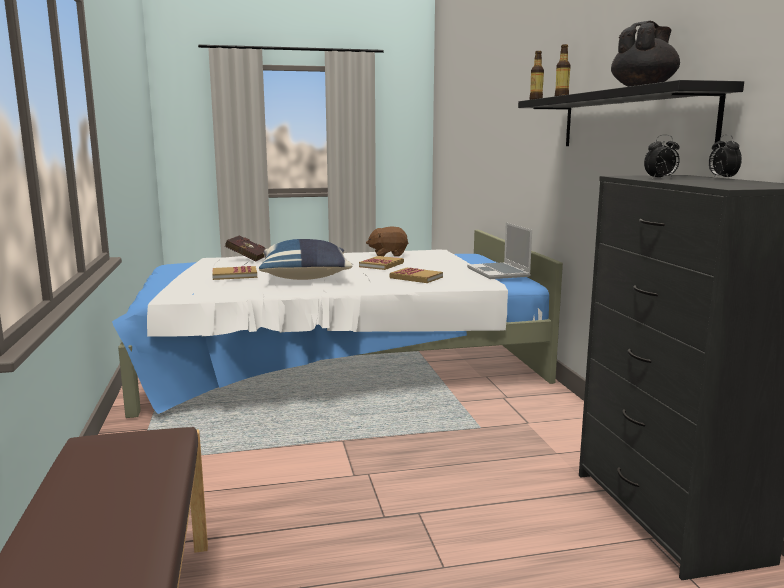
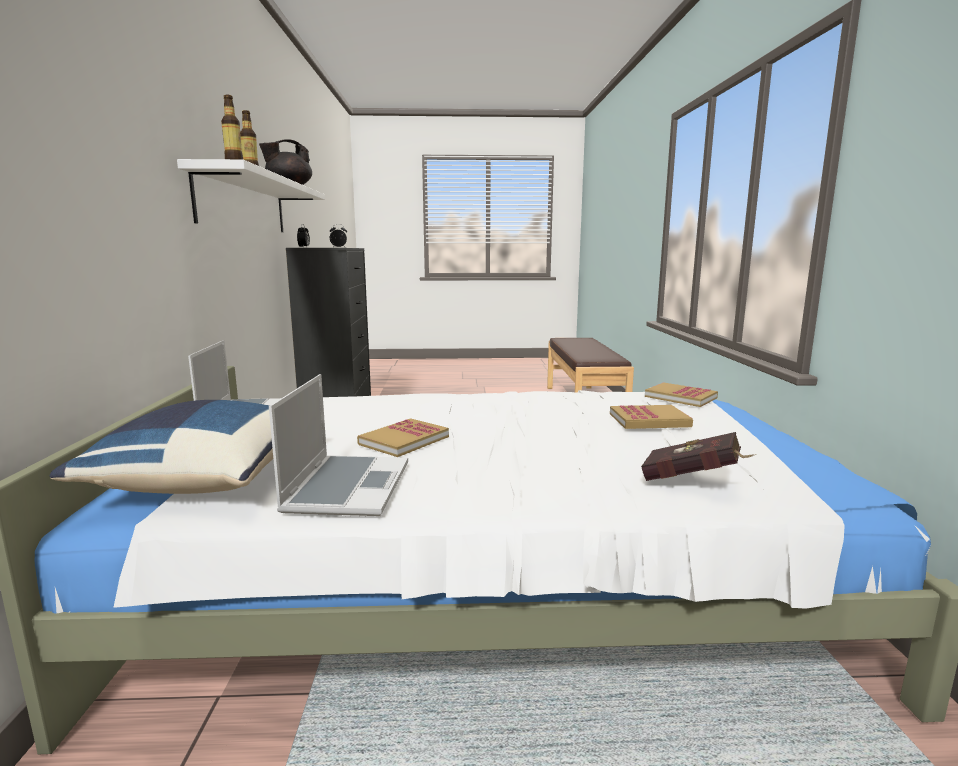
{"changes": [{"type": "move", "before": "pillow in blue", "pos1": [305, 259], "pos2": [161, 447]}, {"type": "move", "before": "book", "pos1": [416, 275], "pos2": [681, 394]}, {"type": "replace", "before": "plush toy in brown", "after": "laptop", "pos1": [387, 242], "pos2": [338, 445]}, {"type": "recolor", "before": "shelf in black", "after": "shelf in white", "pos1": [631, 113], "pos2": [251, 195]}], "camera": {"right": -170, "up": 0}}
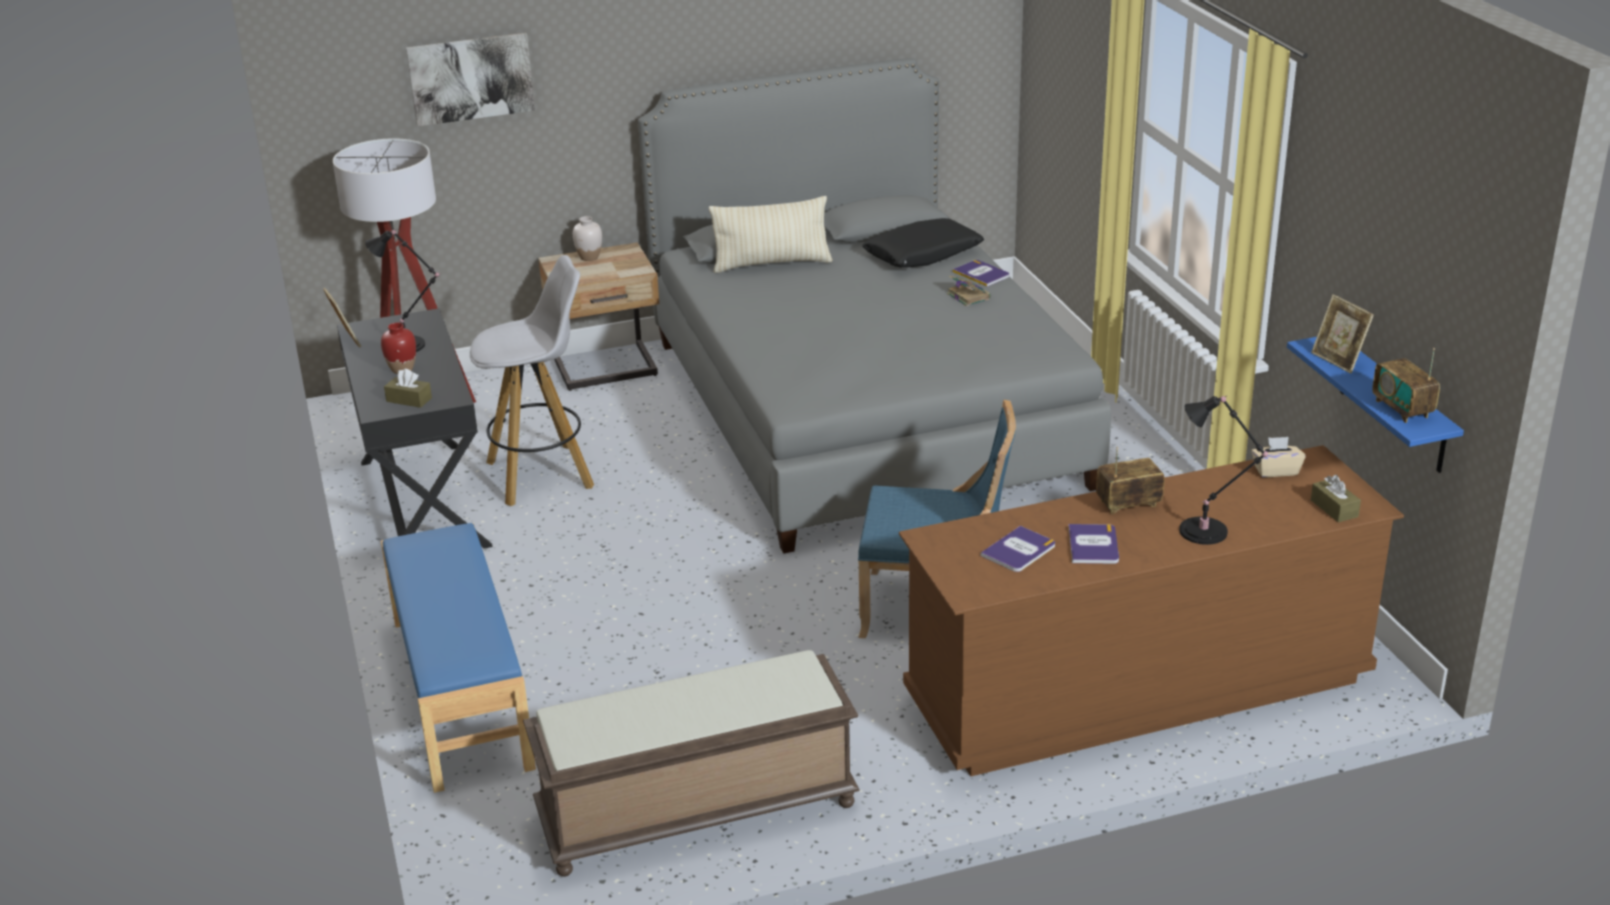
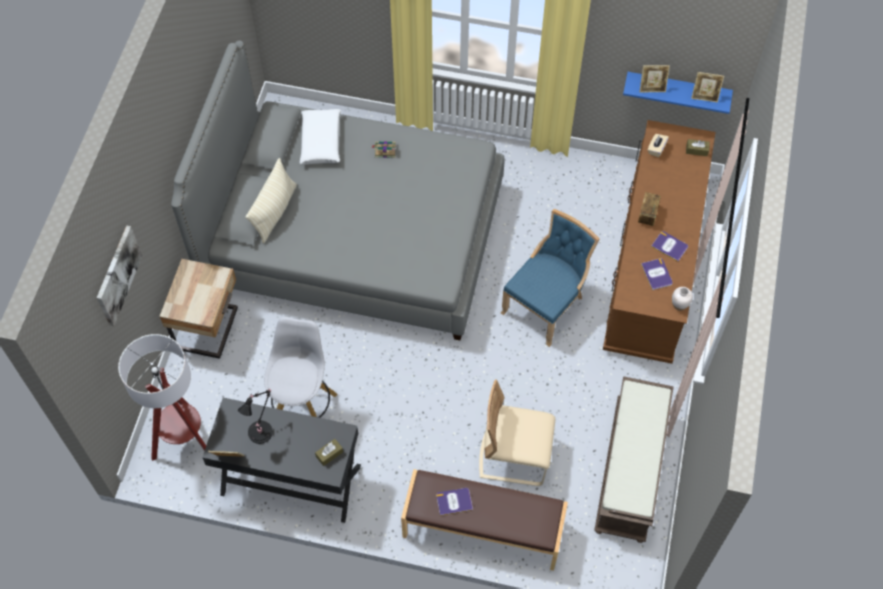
{"changes": [{"type": "delete", "before": "vase in red", "pos1": [398, 348]}, {"type": "delete", "before": "table lamp in black", "pos1": [1224, 470]}, {"type": "insert", "after": "chair in beige", "pos2": [517, 433]}, {"type": "move", "before": "vase in white", "pos1": [587, 238], "pos2": [682, 299]}, {"type": "move", "before": "book", "pos1": [981, 273], "pos2": [455, 502]}, {"type": "replace", "before": "radio", "after": "picture frame", "pos1": [1406, 385], "pos2": [707, 87]}, {"type": "recolor", "before": "bench in blue", "after": "bench in brown", "pos1": [458, 658], "pos2": [484, 520]}, {"type": "recolor", "before": "pillow in black", "after": "pillow in white", "pos1": [923, 243], "pos2": [320, 136]}], "camera": {"right": -60, "up": 30}}
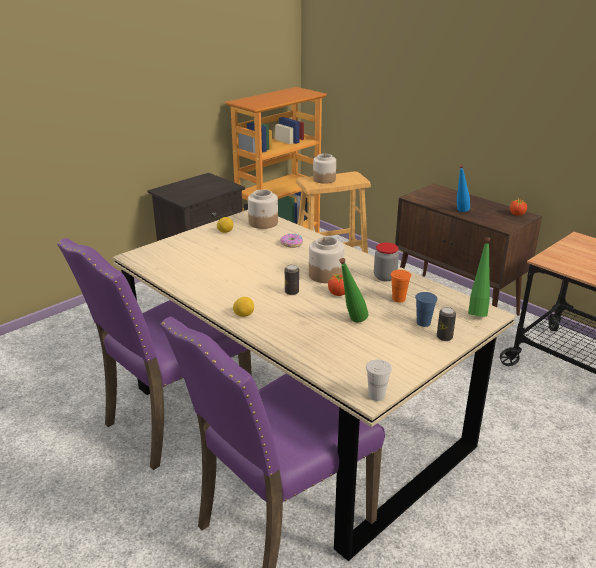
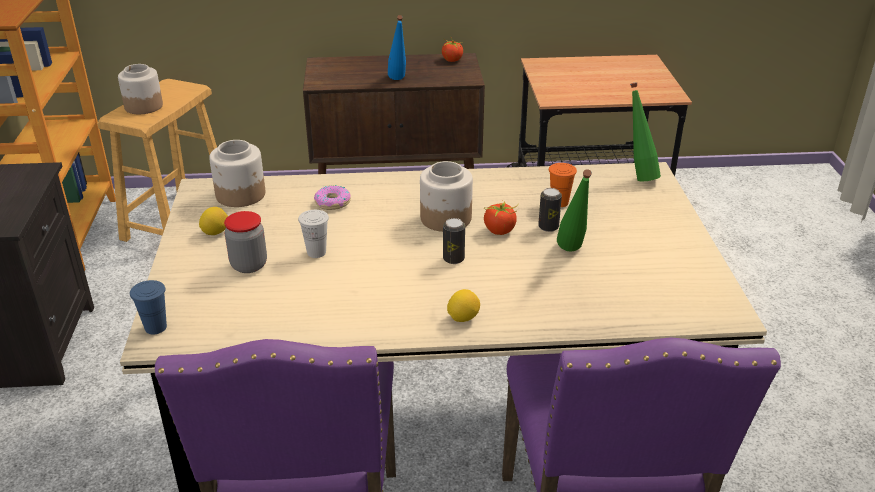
{"changes": [{"type": "move", "before": "cup in white", "pos1": [379, 380], "pos2": [313, 234]}, {"type": "move", "before": "jar", "pos1": [386, 262], "pos2": [245, 242]}, {"type": "move", "before": "cup in blue", "pos1": [426, 309], "pos2": [148, 307]}, {"type": "move", "before": "can", "pos1": [446, 324], "pos2": [550, 210]}], "camera": {"right": -50, "up": 5}}
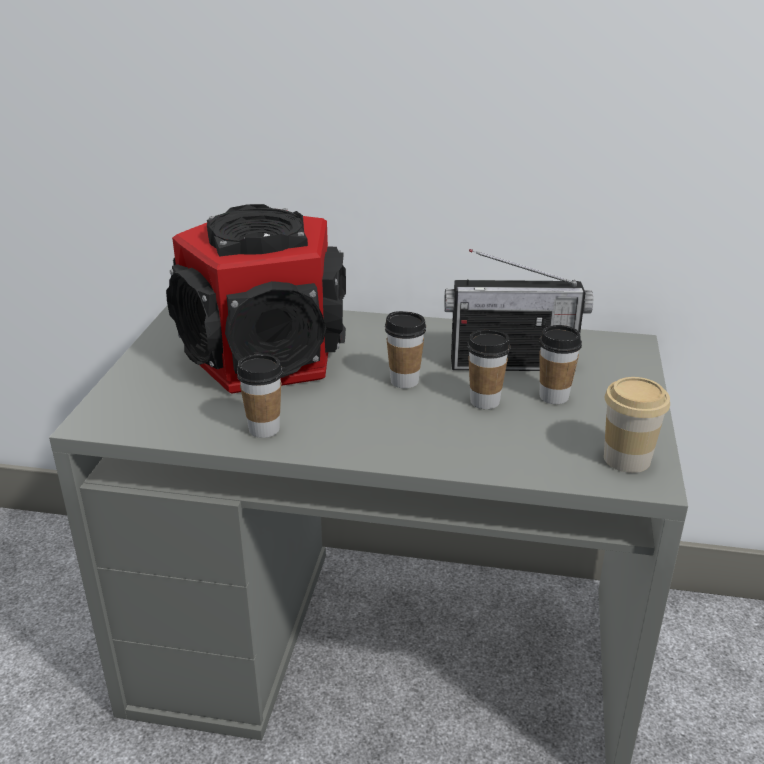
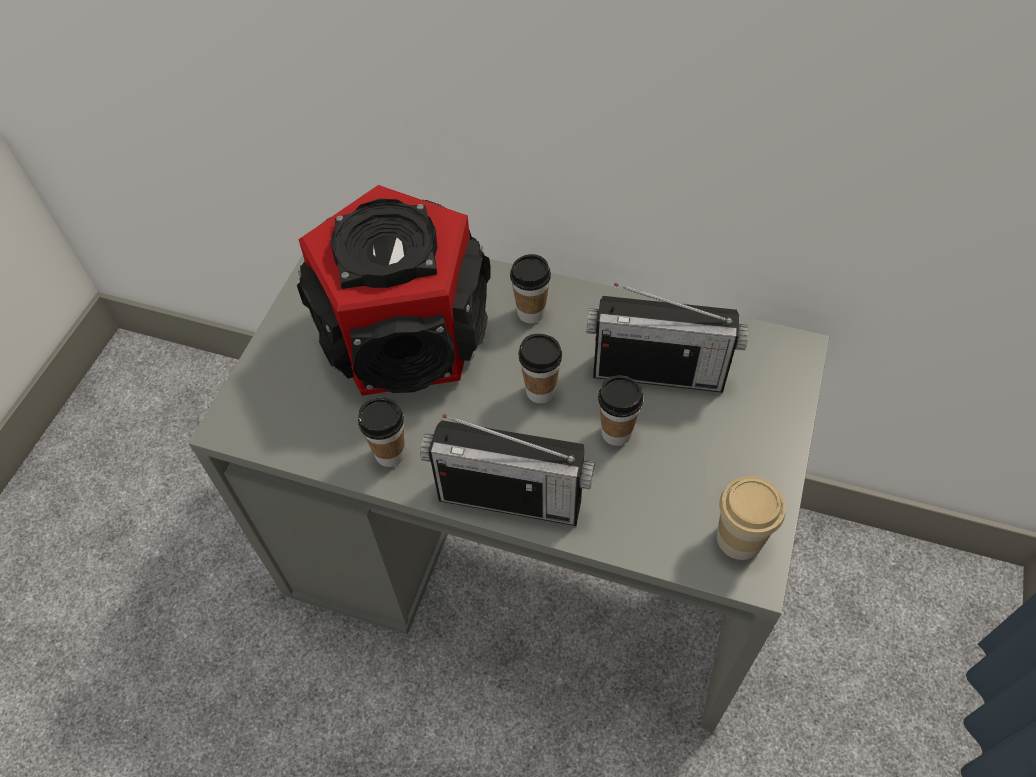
{"changes": [{"type": "insert", "after": "radio", "pos2": [507, 470]}, {"type": "move", "before": "cup", "pos1": [560, 364], "pos2": [530, 289]}], "camera": {"right": 10, "up": 25}}
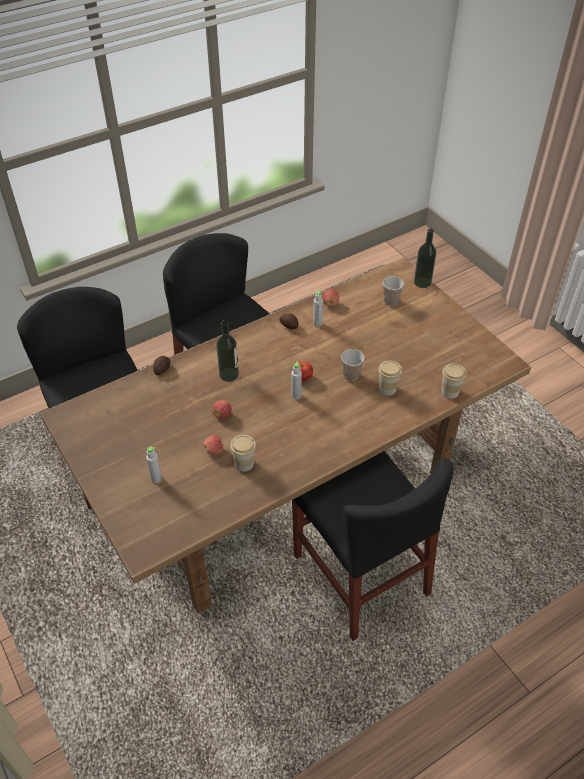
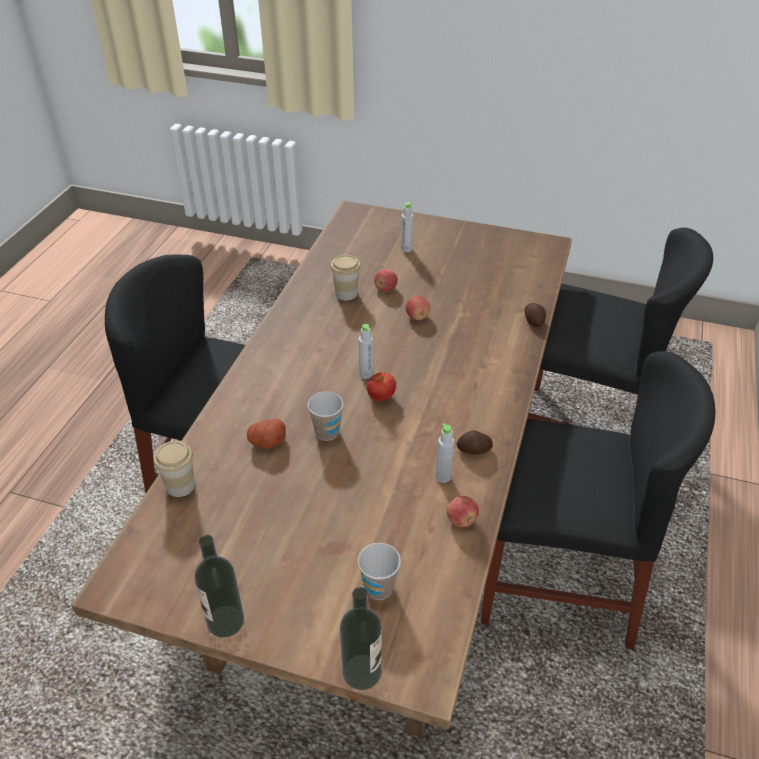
{"changes": [{"type": "move", "before": "bottle", "pos1": [227, 351], "pos2": [219, 586]}, {"type": "replace", "before": "cup", "after": "potato", "pos1": [390, 378], "pos2": [266, 434]}], "camera": {"right": 140, "up": -5}}
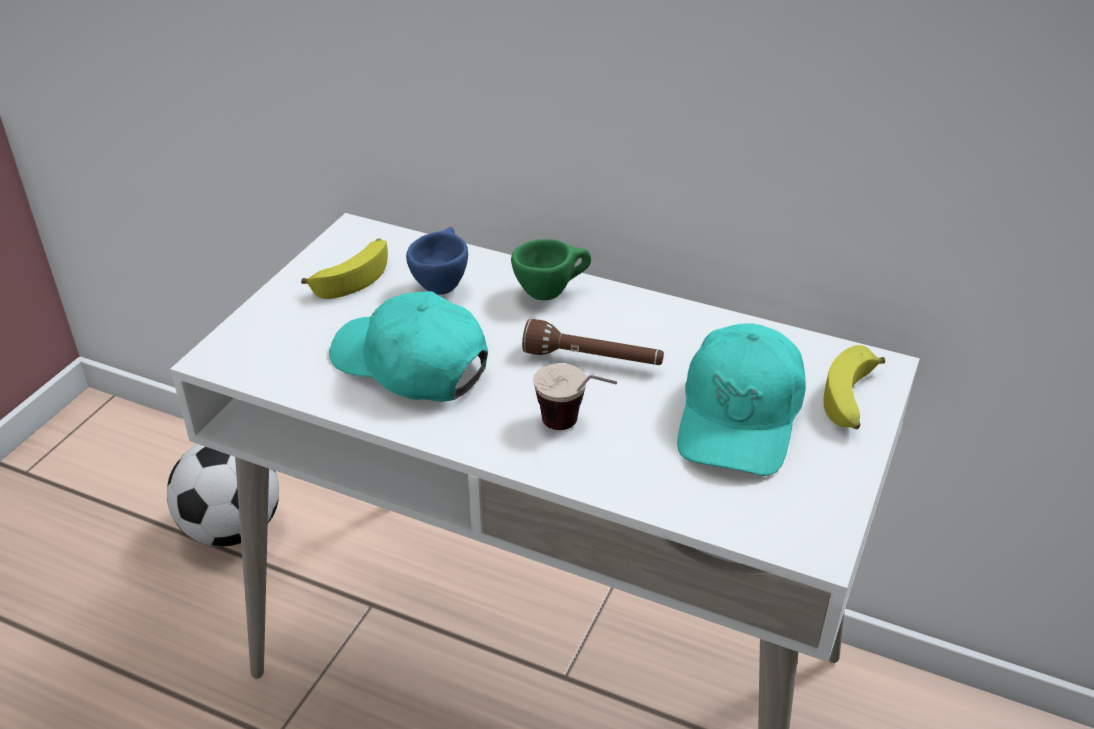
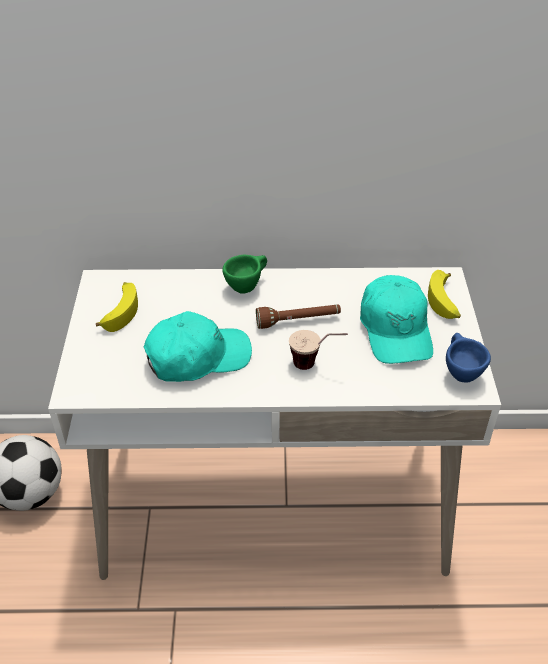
{"changes": [{"type": "move", "before": "cup in blue", "pos1": [437, 261], "pos2": [468, 357]}, {"type": "rotate", "before": "cap in turquoise", "pos1": [408, 346], "pos2": [197, 346], "turn": 150}], "camera": {"right": -25, "up": 5}}
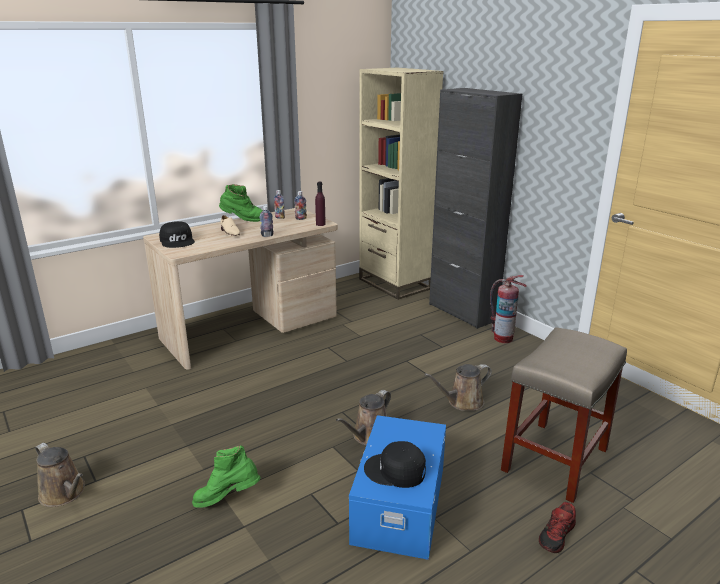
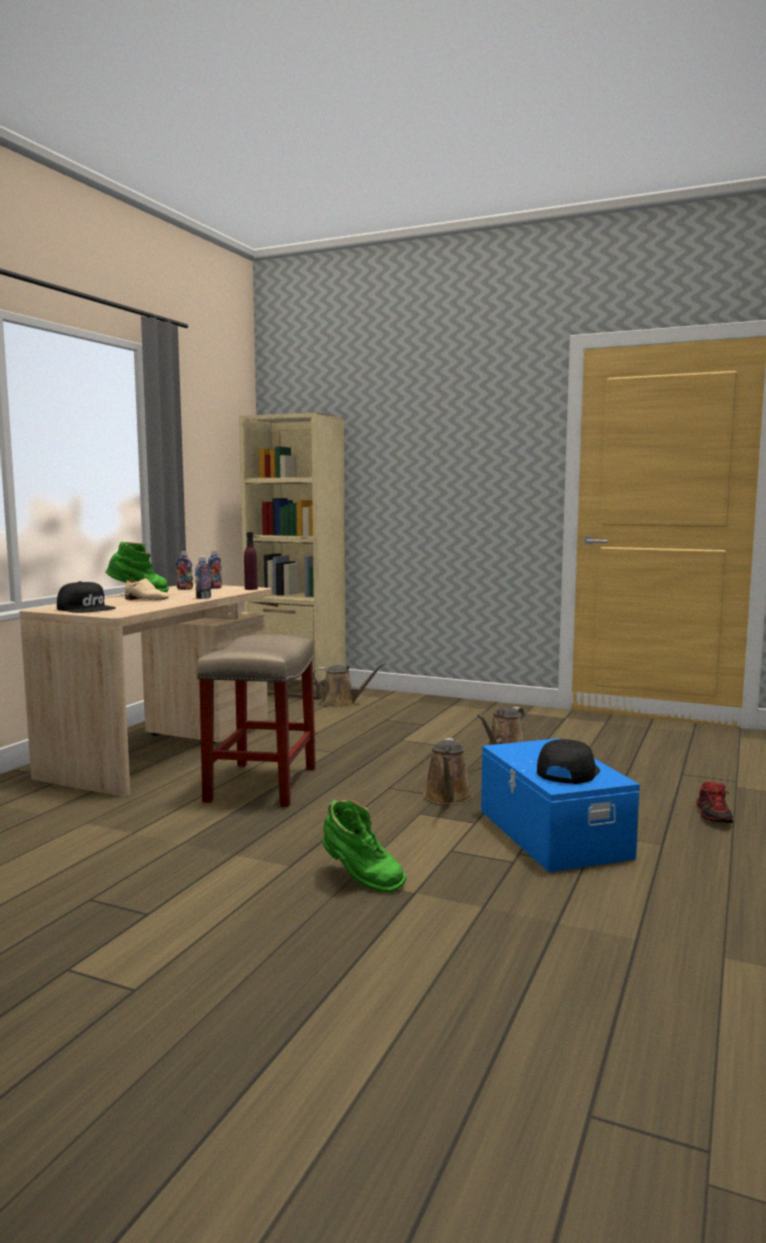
{"changes": [{"type": "delete", "before": "cabinet in black", "pos1": [475, 208]}, {"type": "delete", "before": "fire extinguisher", "pos1": [508, 309]}, {"type": "move", "before": "watering can in brown", "pos1": [60, 475], "pos2": [349, 685]}, {"type": "move", "before": "stool in beige", "pos1": [564, 415], "pos2": [256, 720]}, {"type": "rotate", "before": "boot in green", "pos1": [226, 476], "pos2": [364, 846], "turn": -105}, {"type": "rotate", "before": "cap in black", "pos1": [395, 464], "pos2": [568, 761], "turn": 135}], "camera": {"right": -30, "up": -15}}
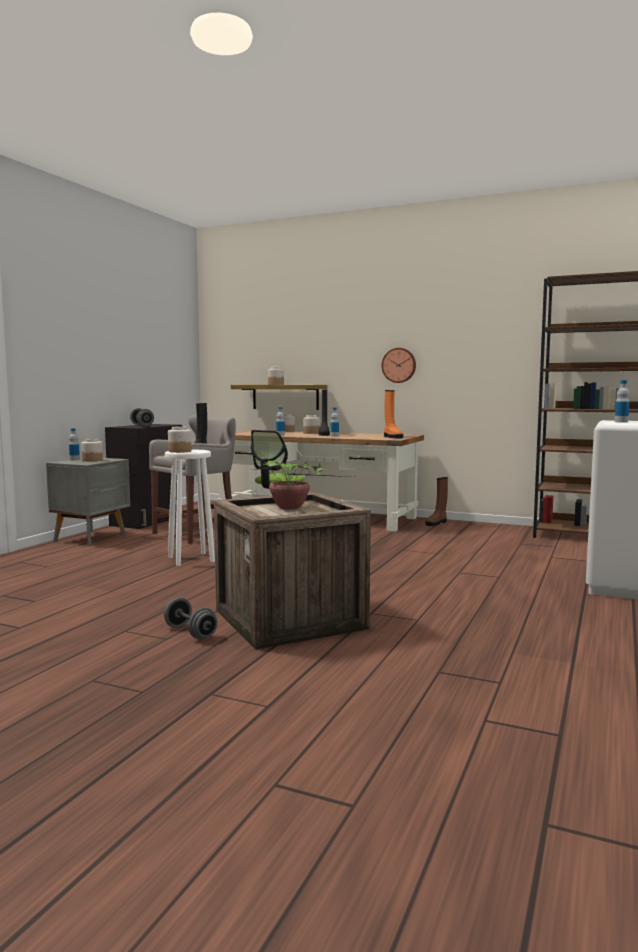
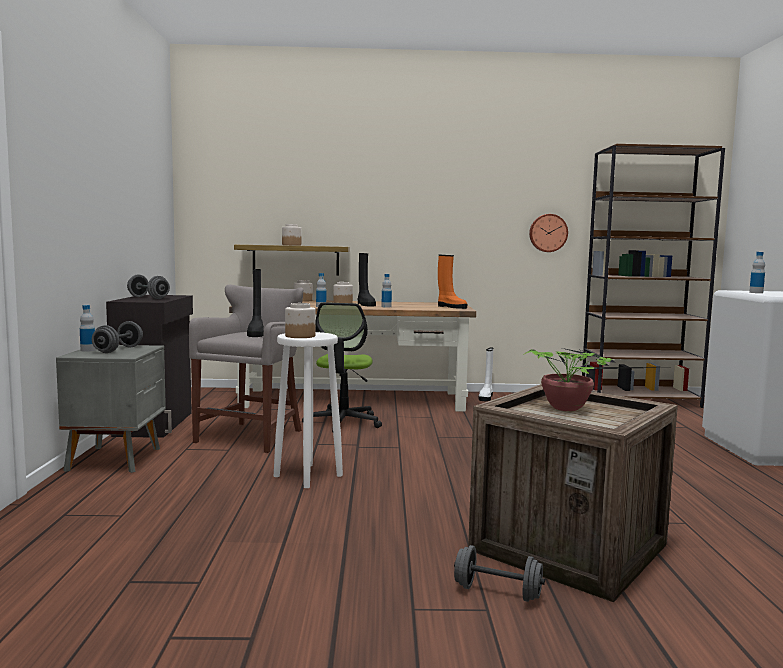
{"changes": [{"type": "move", "before": "wall clock", "pos1": [399, 365], "pos2": [548, 233]}, {"type": "replace", "before": "jar", "after": "dumbbell in grey", "pos1": [92, 450], "pos2": [117, 337]}, {"type": "recolor", "before": "boot in brown", "after": "boot in white", "pos1": [436, 501], "pos2": [486, 374]}], "camera": {"right": -25, "up": 0}}
